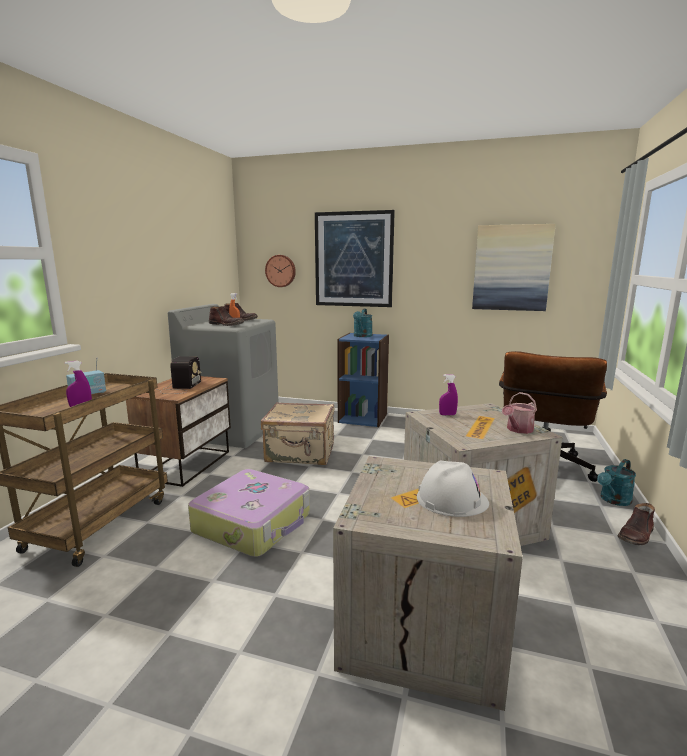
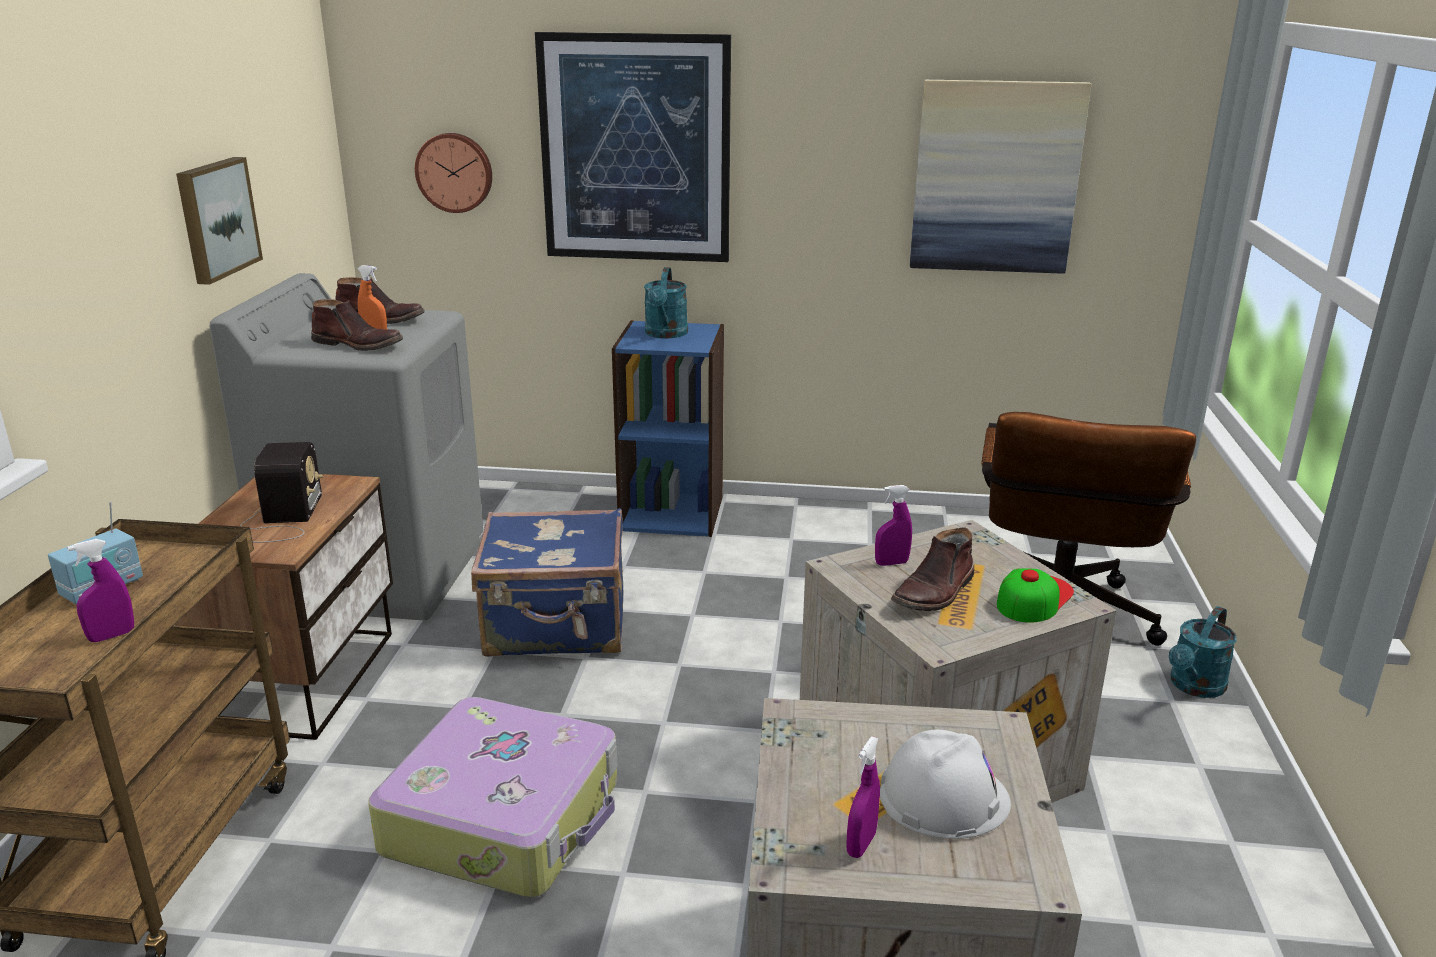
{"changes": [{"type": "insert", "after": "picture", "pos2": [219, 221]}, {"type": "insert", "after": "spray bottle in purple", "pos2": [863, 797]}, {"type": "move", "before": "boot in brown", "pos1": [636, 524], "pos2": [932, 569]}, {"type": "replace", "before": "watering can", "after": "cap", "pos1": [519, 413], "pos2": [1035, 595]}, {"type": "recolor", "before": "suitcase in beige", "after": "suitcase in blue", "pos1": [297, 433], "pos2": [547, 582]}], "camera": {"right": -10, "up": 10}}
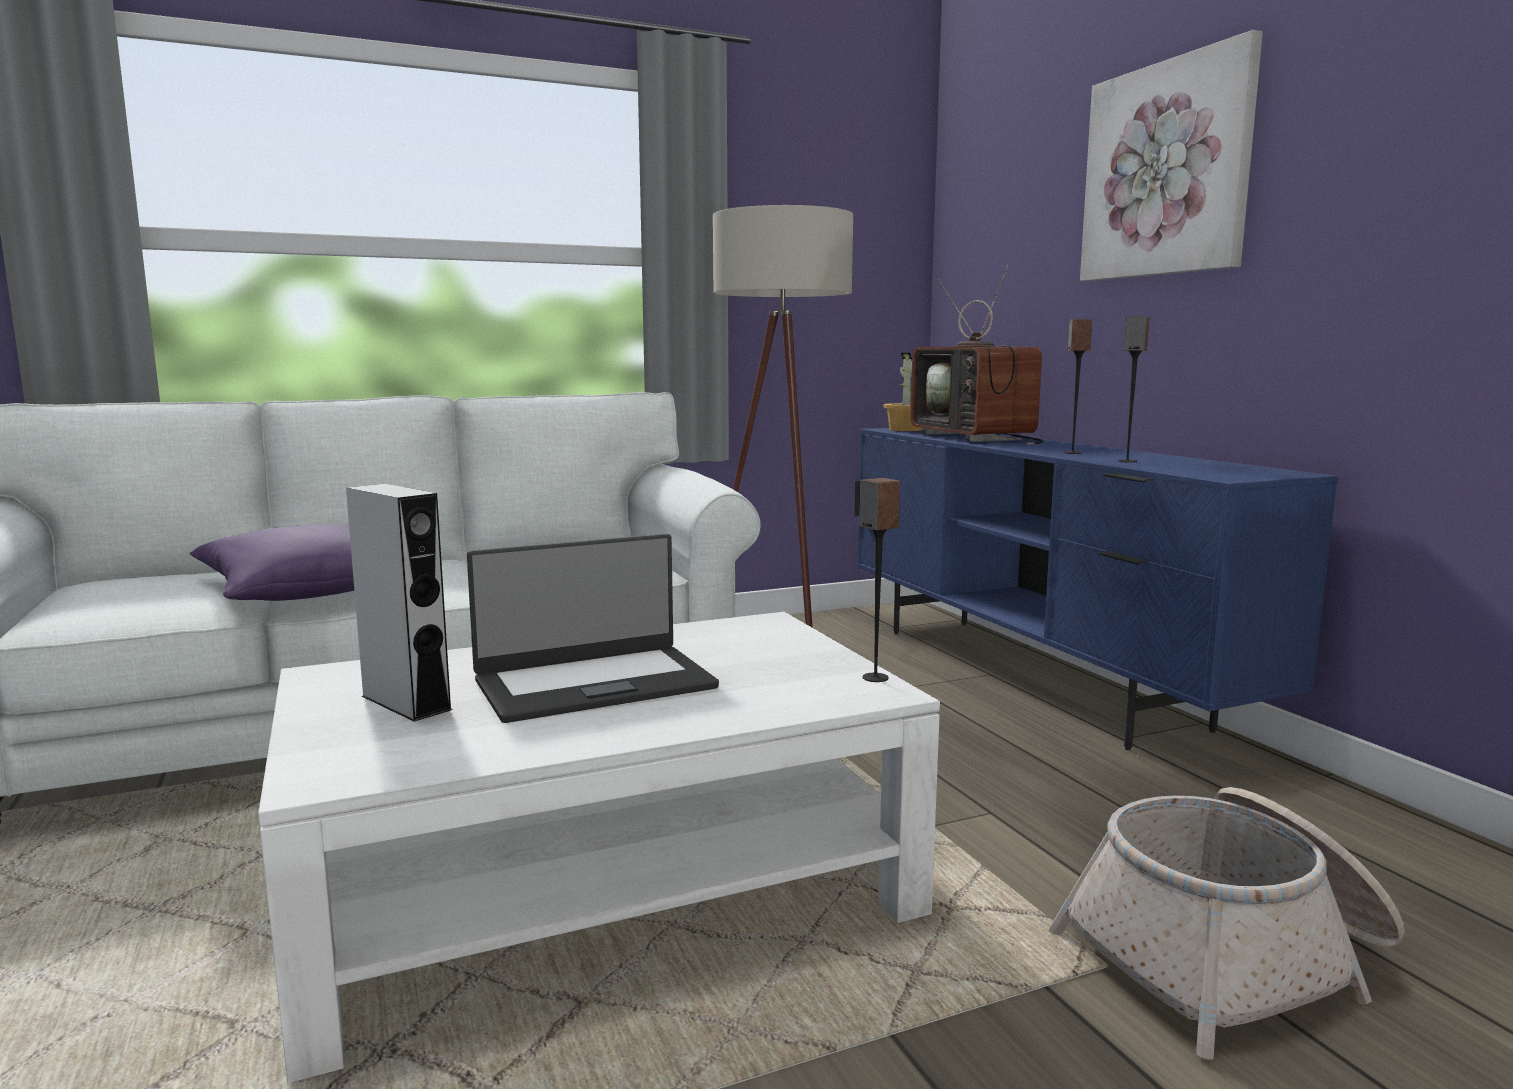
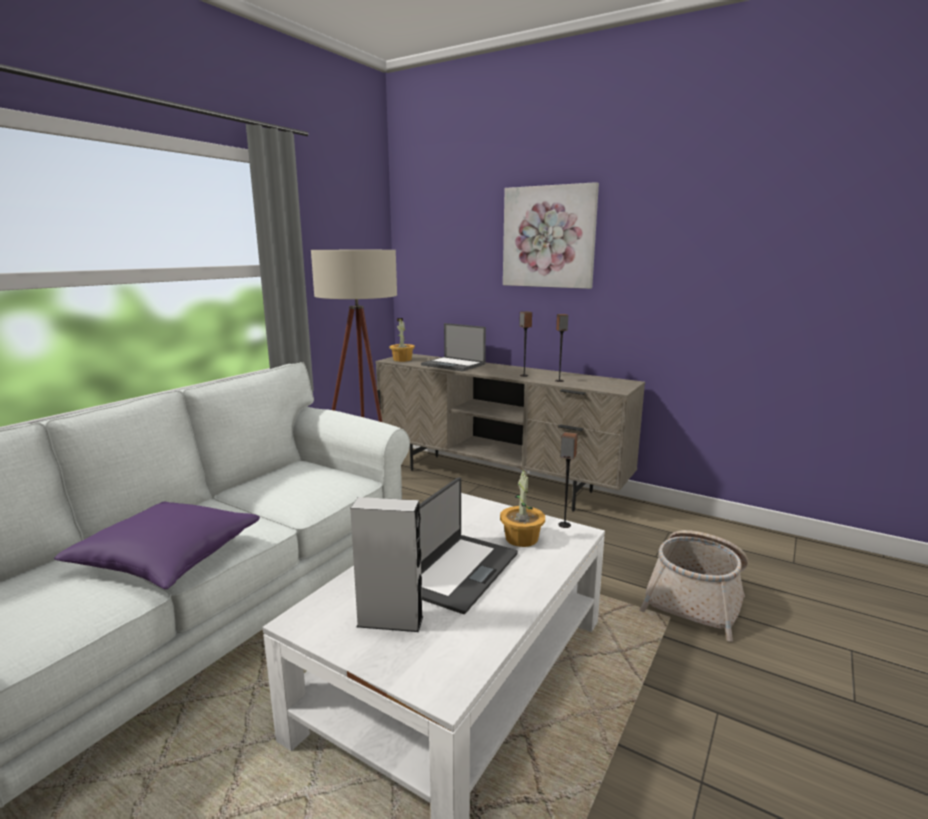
{"changes": [{"type": "insert", "after": "potted plant", "pos2": [522, 507]}, {"type": "replace", "before": "television", "after": "laptop", "pos1": [977, 354], "pos2": [453, 347]}, {"type": "recolor", "before": "tv stand in blue", "after": "tv stand in beige", "pos1": [1096, 589], "pos2": [510, 433]}], "camera": {"right": -35, "up": 5}}
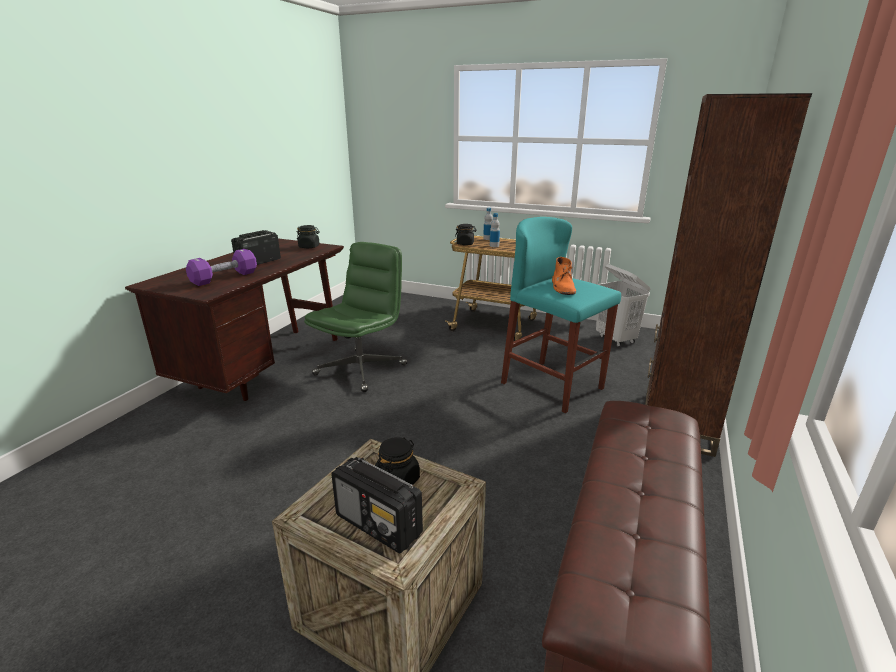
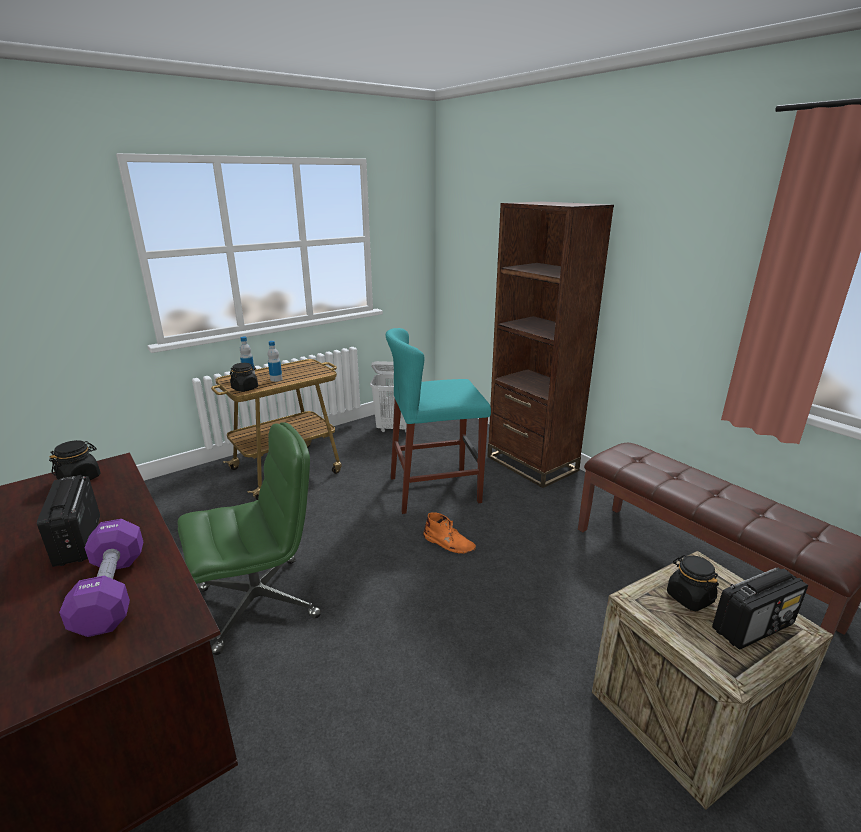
{"changes": [{"type": "move", "before": "boot in orange", "pos1": [564, 276], "pos2": [449, 533]}, {"type": "rotate", "before": "office chair in green", "pos1": [356, 317], "pos2": [249, 538], "turn": 90}], "camera": {"right": -60, "up": 0}}
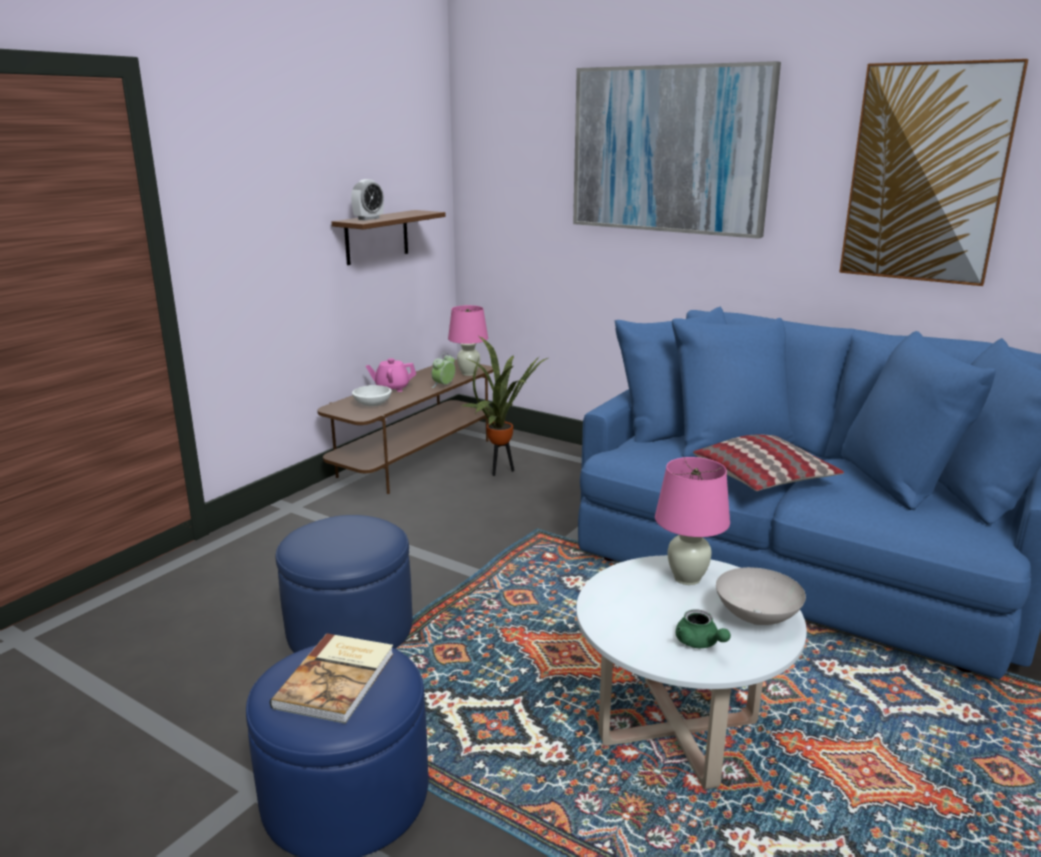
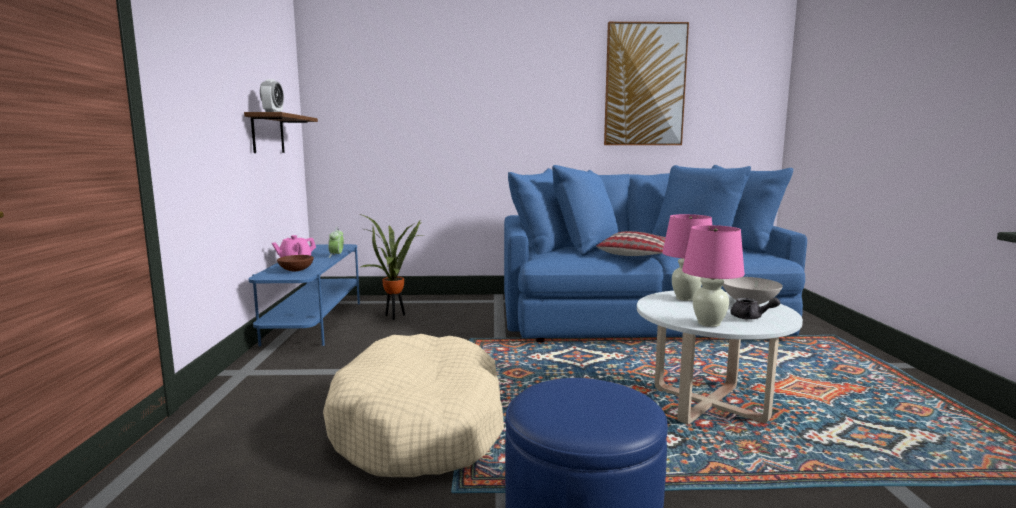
{"changes": [{"type": "delete", "before": "book", "pos1": [332, 679]}, {"type": "delete", "before": "picture", "pos1": [677, 150]}, {"type": "move", "before": "table lamp in pink", "pos1": [468, 340], "pos2": [713, 276]}, {"type": "replace", "before": "ottoman in blue", "after": "dog bed in beige", "pos1": [344, 584], "pos2": [413, 405]}, {"type": "recolor", "before": "tv stand in brown", "after": "tv stand in blue", "pos1": [405, 427], "pos2": [304, 295]}, {"type": "recolor", "before": "bowl in white", "after": "bowl in brown", "pos1": [372, 395], "pos2": [295, 263]}, {"type": "recolor", "before": "teapot in green", "after": "teapot in grey", "pos1": [703, 628], "pos2": [755, 309]}], "camera": {"right": -35, "up": -10}}
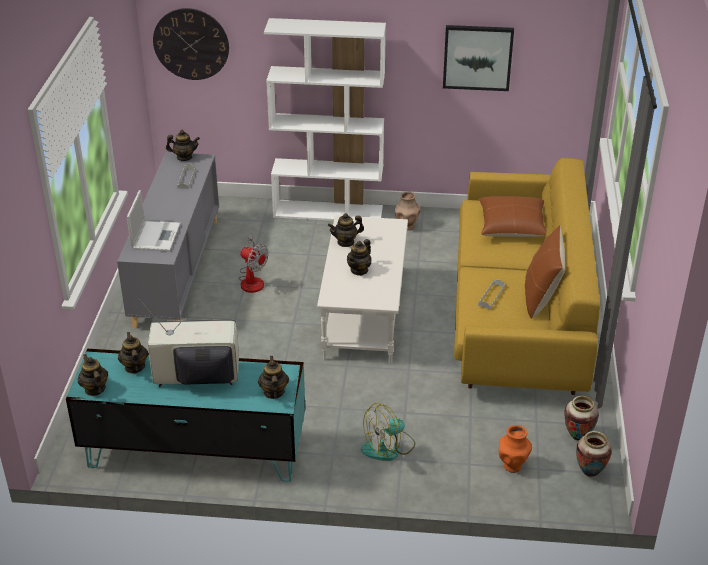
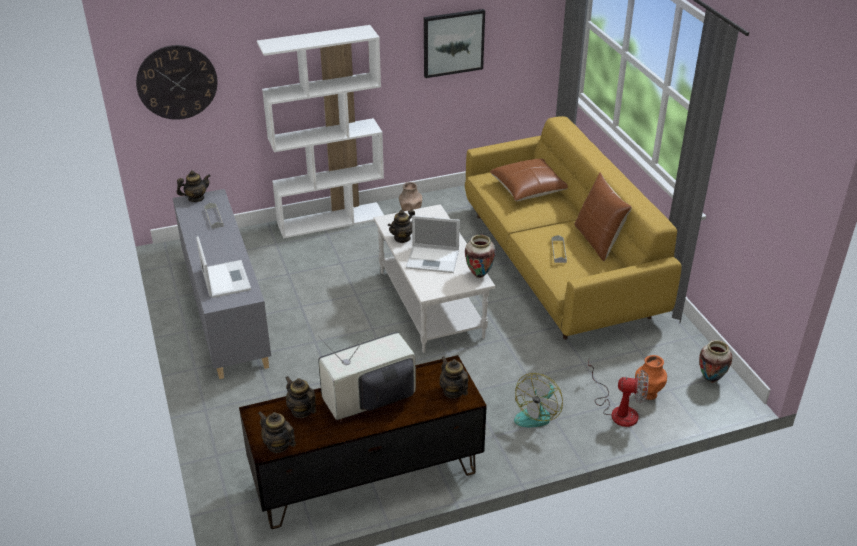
{"changes": [{"type": "move", "before": "fan", "pos1": [254, 263], "pos2": [618, 394]}, {"type": "move", "before": "vase", "pos1": [581, 418], "pos2": [480, 256]}, {"type": "replace", "before": "teapot", "after": "laptop", "pos1": [359, 257], "pos2": [433, 244]}, {"type": "recolor", "before": "tv stand in turquoise", "after": "tv stand in brown", "pos1": [185, 415], "pos2": [363, 442]}], "camera": {"right": -25, "up": 0}}
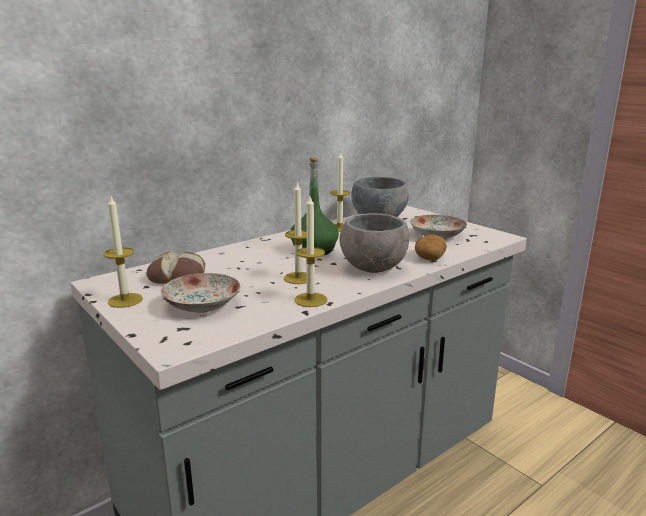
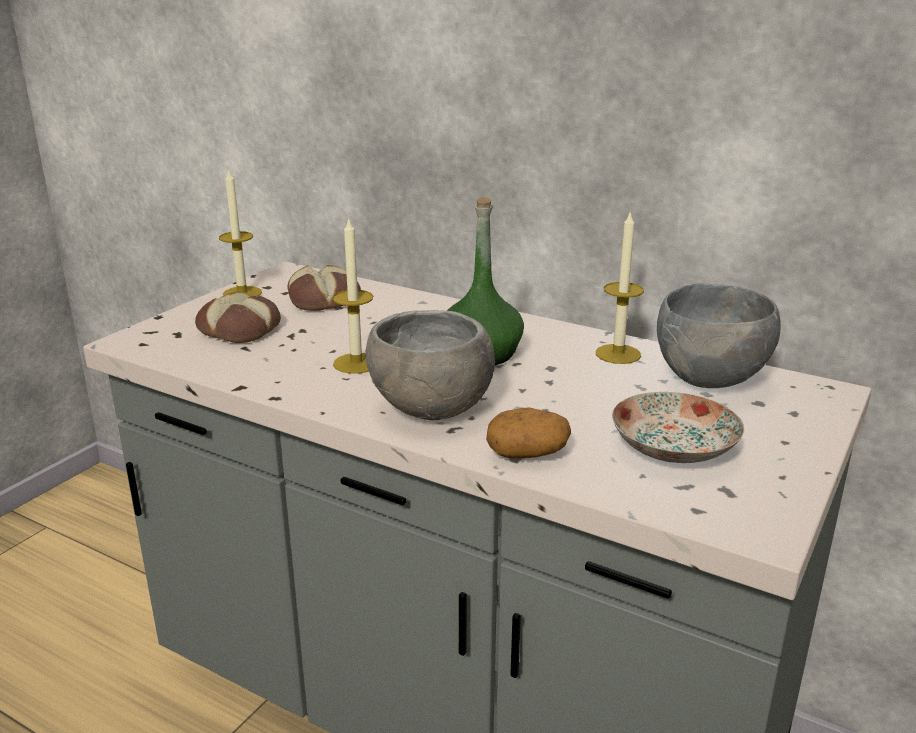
{"changes": [{"type": "delete", "before": "candle", "pos1": [311, 251]}, {"type": "replace", "before": "plate", "after": "bread", "pos1": [200, 293], "pos2": [238, 317]}], "camera": {"right": 70, "up": 5}}
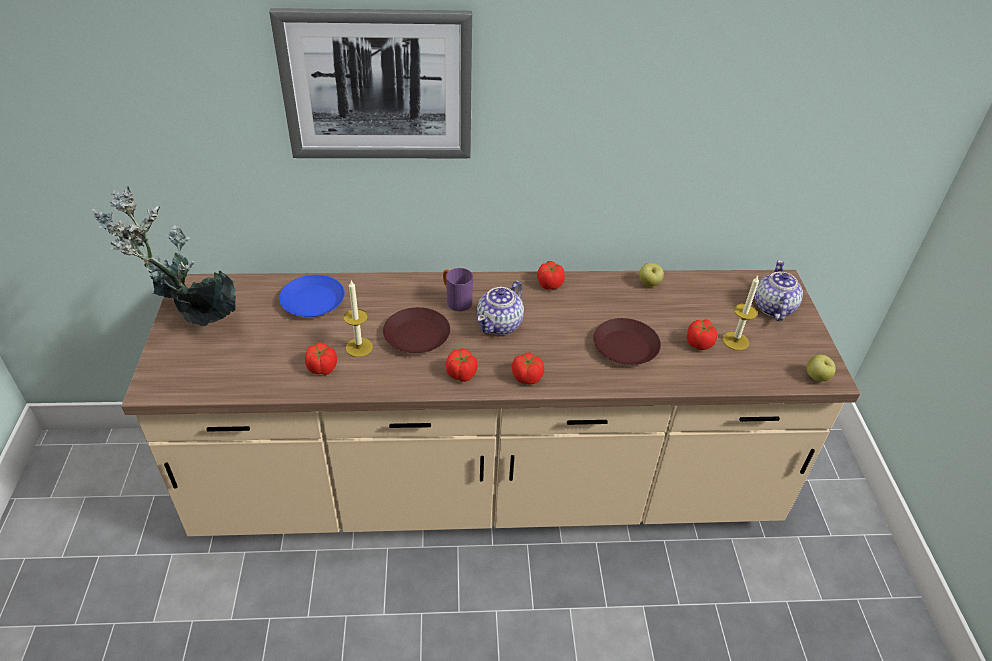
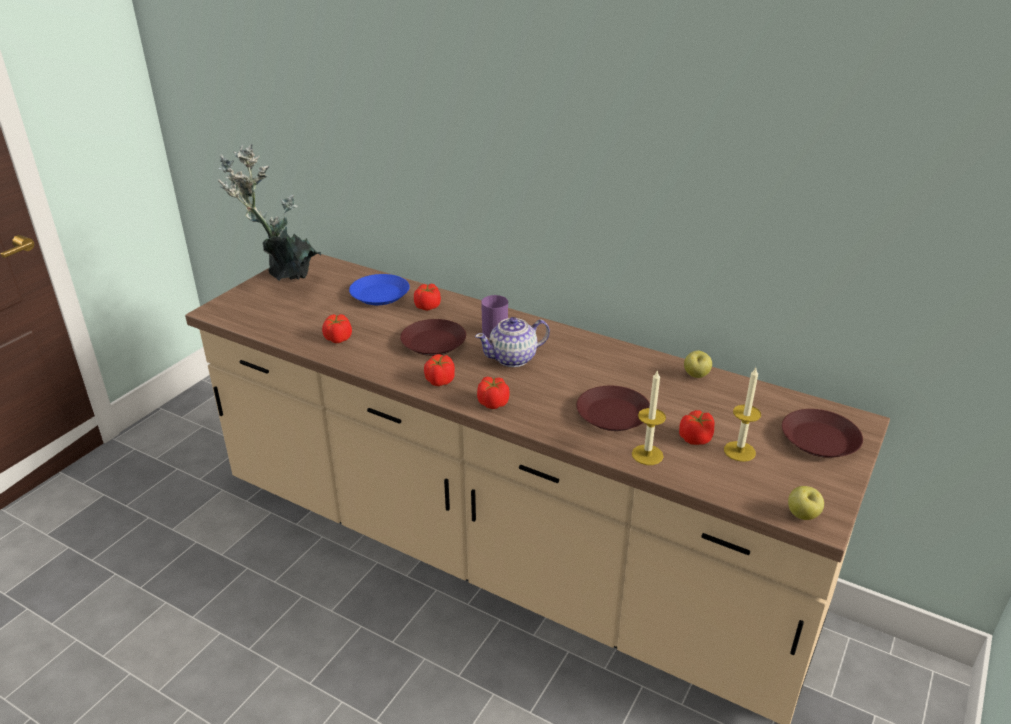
{"changes": [{"type": "delete", "before": "picture", "pos1": [370, 83]}, {"type": "move", "before": "candle", "pos1": [358, 319], "pos2": [649, 417]}, {"type": "move", "before": "tomato", "pos1": [551, 275], "pos2": [427, 297]}, {"type": "replace", "before": "teapot", "after": "plate in brown", "pos1": [778, 290], "pos2": [822, 433]}], "camera": {"right": 35, "up": -10}}
